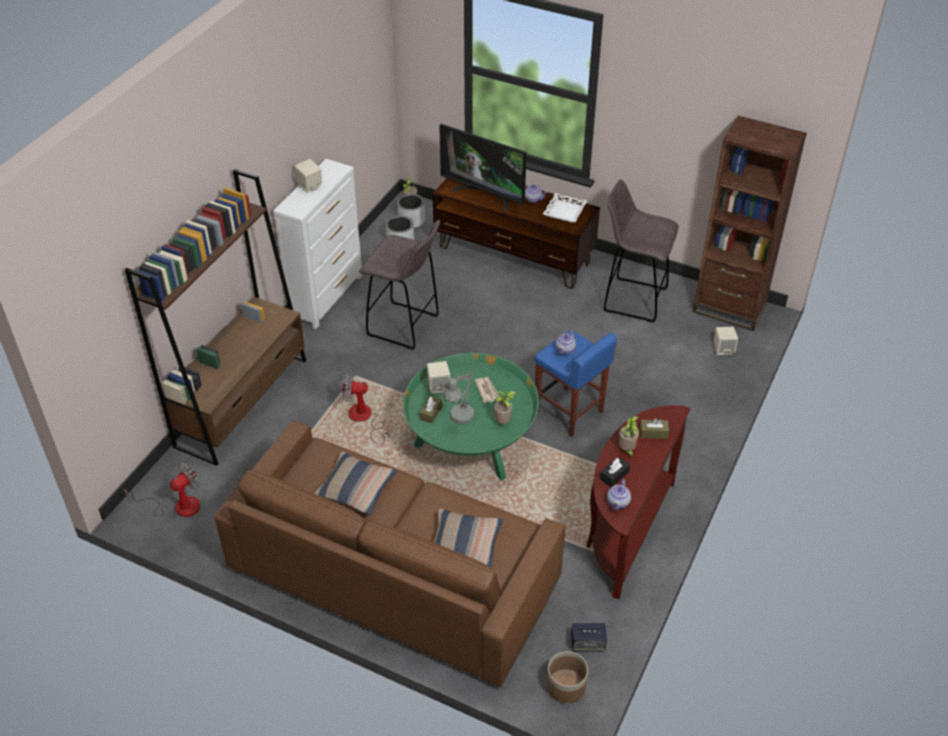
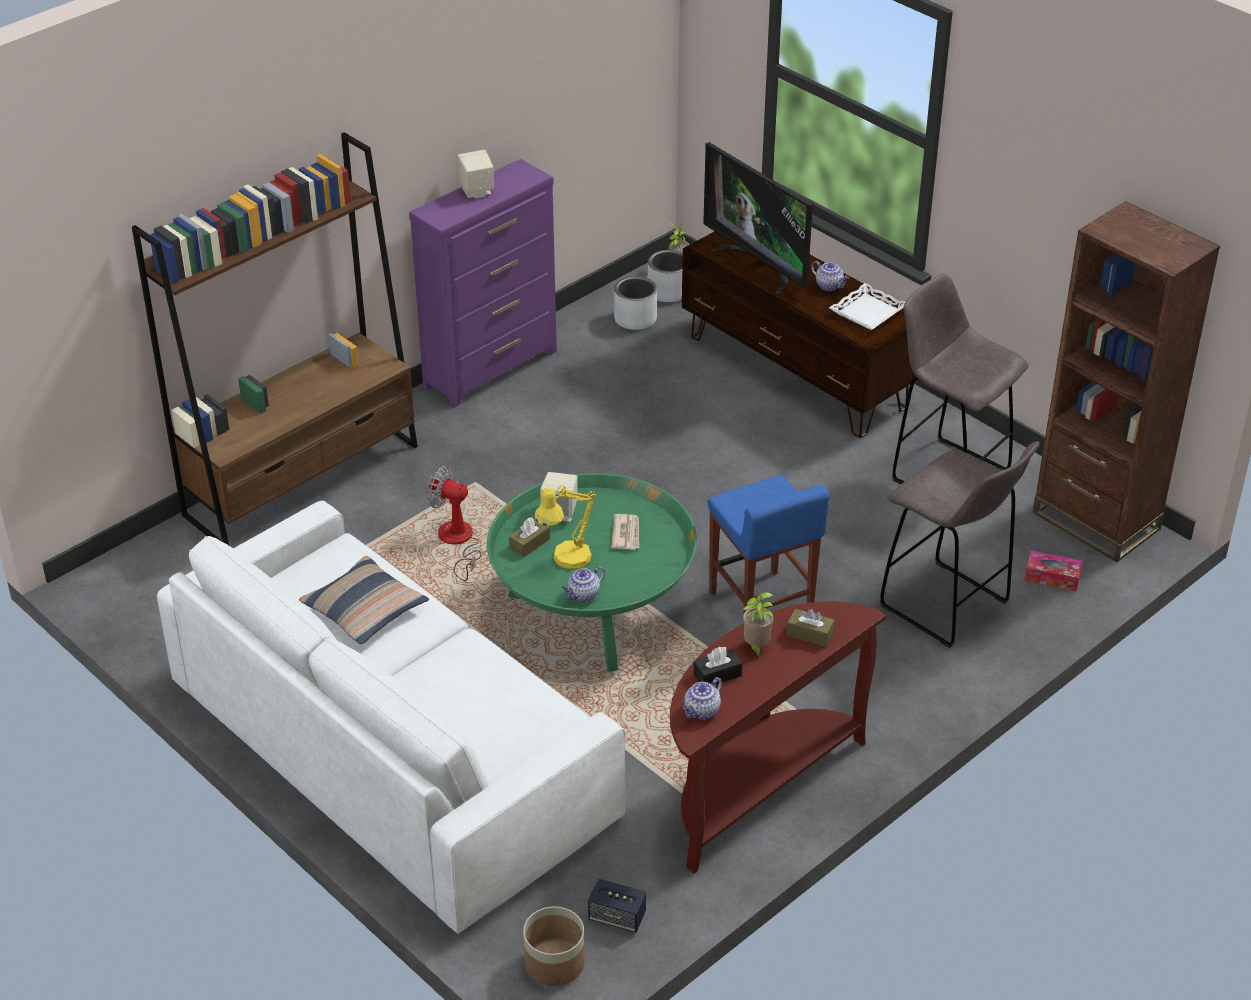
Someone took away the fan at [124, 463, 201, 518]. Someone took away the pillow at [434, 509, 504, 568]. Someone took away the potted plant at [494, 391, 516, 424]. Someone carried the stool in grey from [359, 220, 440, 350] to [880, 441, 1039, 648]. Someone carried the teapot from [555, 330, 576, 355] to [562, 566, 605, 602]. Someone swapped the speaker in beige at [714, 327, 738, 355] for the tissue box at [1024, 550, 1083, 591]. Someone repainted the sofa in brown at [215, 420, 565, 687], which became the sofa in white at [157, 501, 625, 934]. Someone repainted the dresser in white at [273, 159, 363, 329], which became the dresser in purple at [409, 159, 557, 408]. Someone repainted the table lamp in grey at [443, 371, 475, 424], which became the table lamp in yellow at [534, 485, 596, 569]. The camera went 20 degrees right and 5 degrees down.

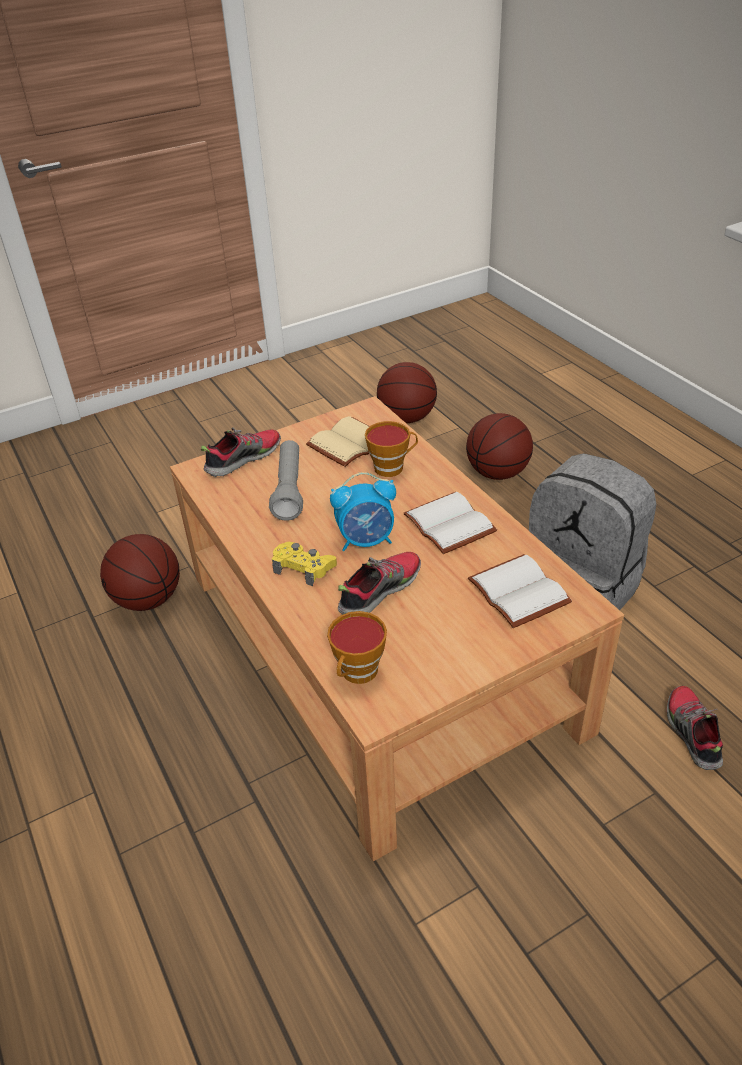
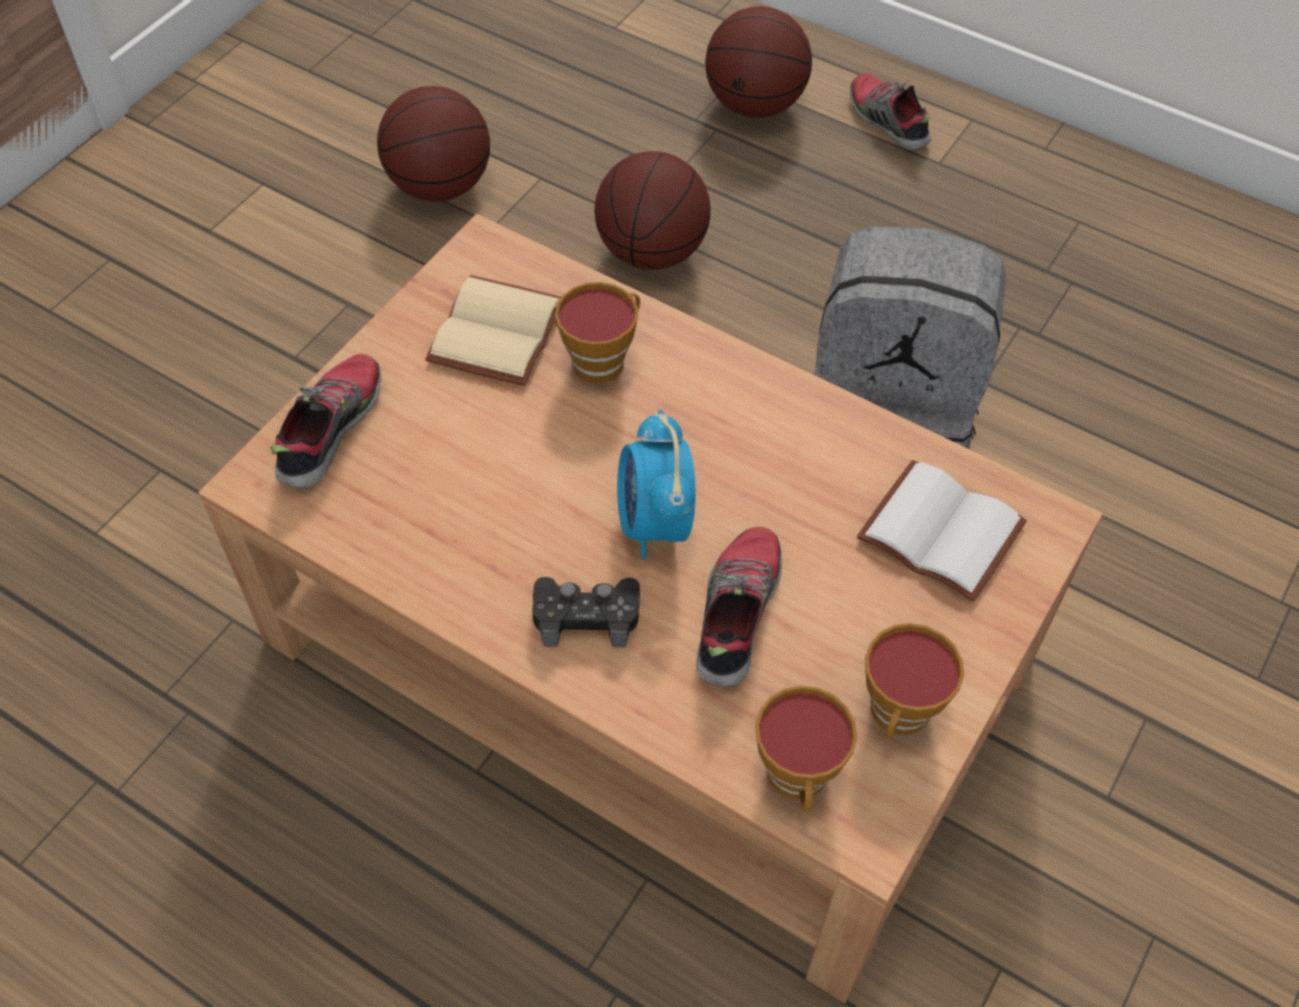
Someone took away the flashlight in grey at [269, 440, 303, 521]. Someone took away the book in white at [403, 492, 497, 554]. Someone put down the cup at [865, 623, 964, 739]. Someone carried the basketball from [100, 534, 180, 611] to [705, 6, 812, 118]. Someone carried the shoe from [667, 686, 723, 770] to [850, 73, 931, 150]. Someone repainted the game controller in yellow at [272, 542, 337, 586], which became the game controller in black at [532, 577, 640, 647]. Someone rotated the alarm clock at [330, 472, 396, 551] by 120 degrees clockwise. The camera went 30 degrees left and 15 degrees up.

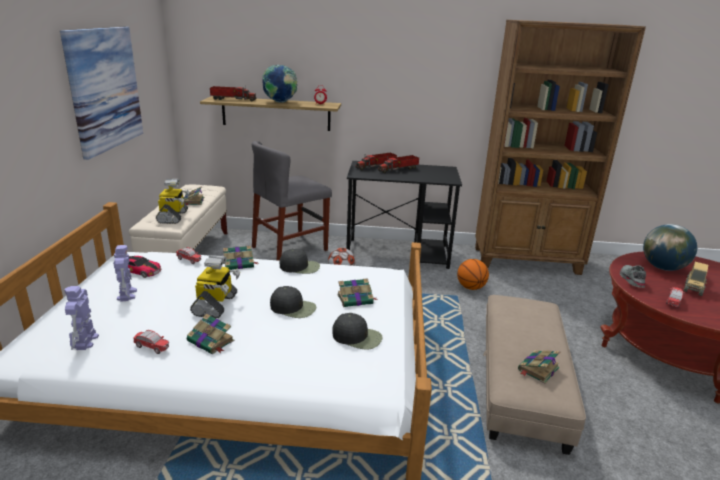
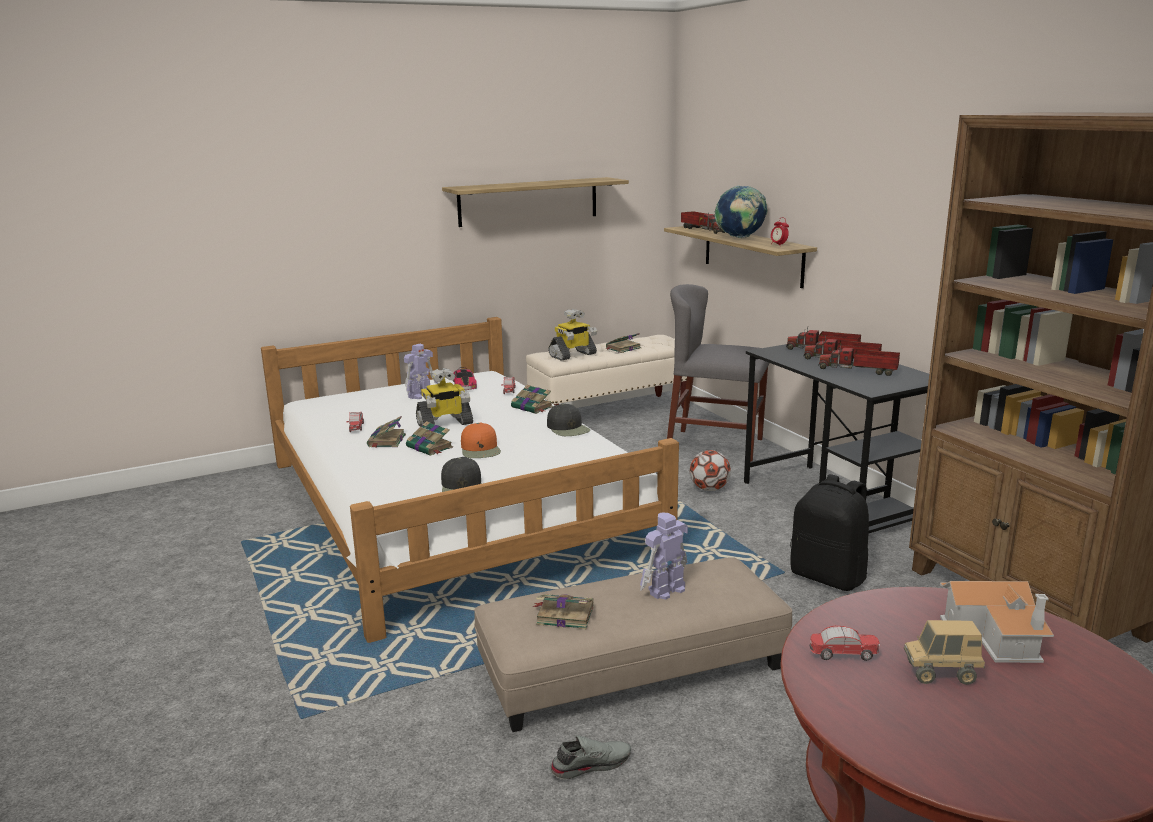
Someone put down the toy truck at [819, 344, 900, 376]. Someone carried the toy robot from [64, 286, 99, 350] to [640, 513, 688, 600]. Someone carried the book from [338, 278, 377, 307] to [406, 421, 453, 456]. Someone carried the shoe in grey from [620, 265, 646, 288] to [549, 735, 631, 779]. Someone swapped the picture at [60, 27, 143, 160] for the shelf at [442, 177, 629, 227]. Someone swapped the basketball at [457, 259, 489, 290] for the backpack in black at [790, 474, 869, 591]. Someone swapped the globe at [643, 224, 697, 271] for the toy house at [940, 581, 1054, 663]. Someone repainted the cap in black at [270, 286, 316, 318], which became the cap in orange at [461, 423, 501, 458]. The camera went 60 degrees right and 5 degrees down.

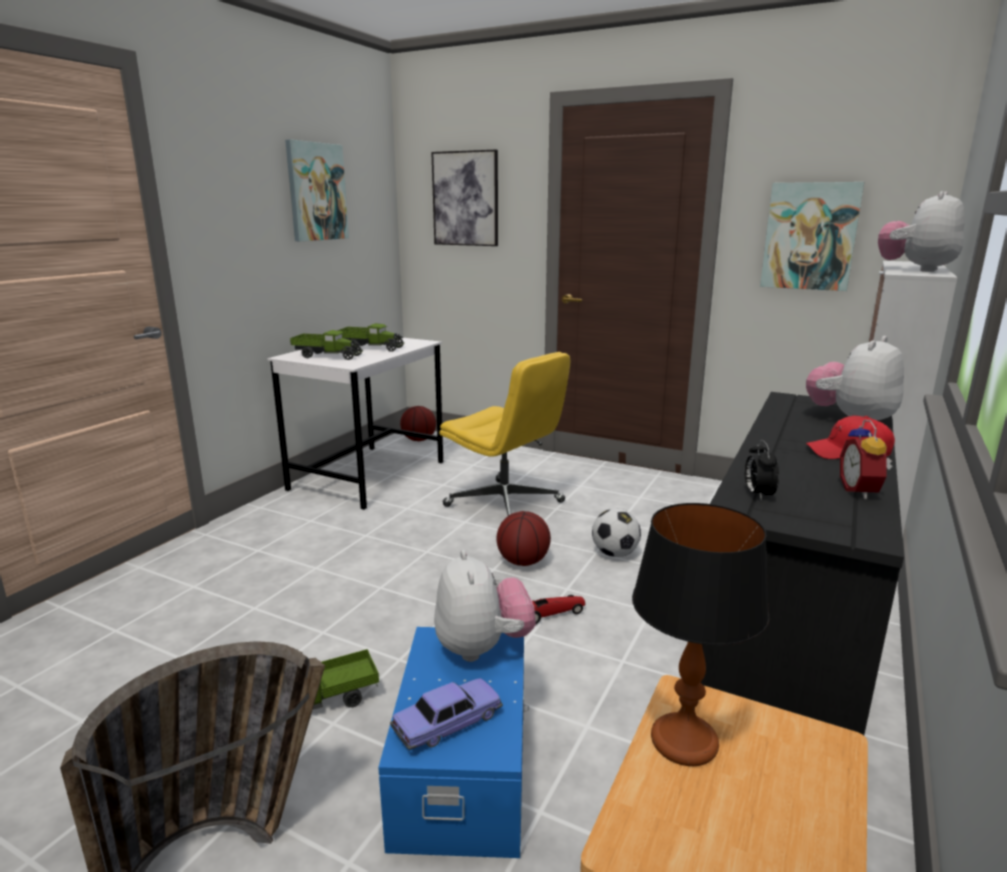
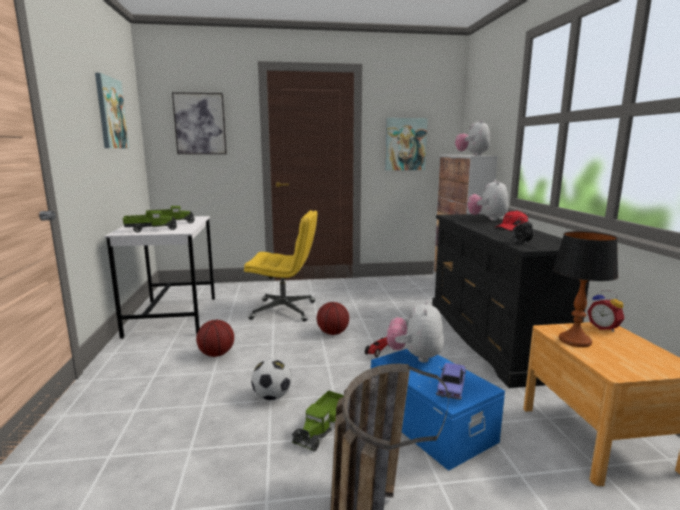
Someone carried the basketball from [400, 406, 436, 441] to [196, 320, 234, 357]. Someone carried the football from [592, 509, 641, 557] to [251, 359, 292, 400]. Someone carried the alarm clock from [840, 420, 893, 499] to [588, 290, 625, 332]. Someone rotated the plush toy at [434, 550, 536, 662] by 120 degrees counterclockwise. The camera went 35 degrees left and 5 degrees down.

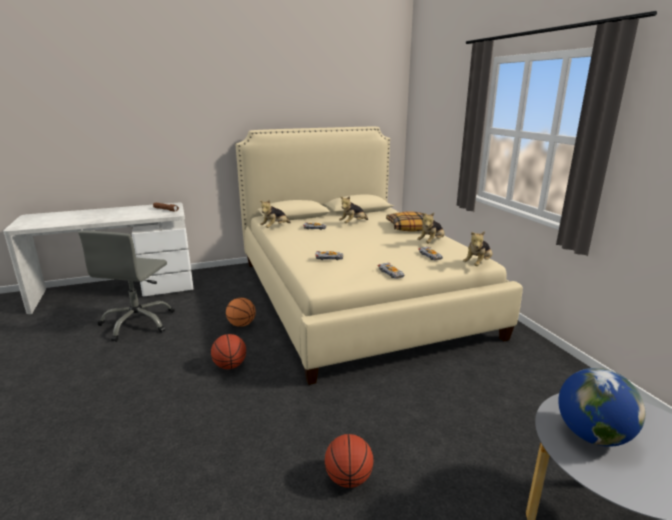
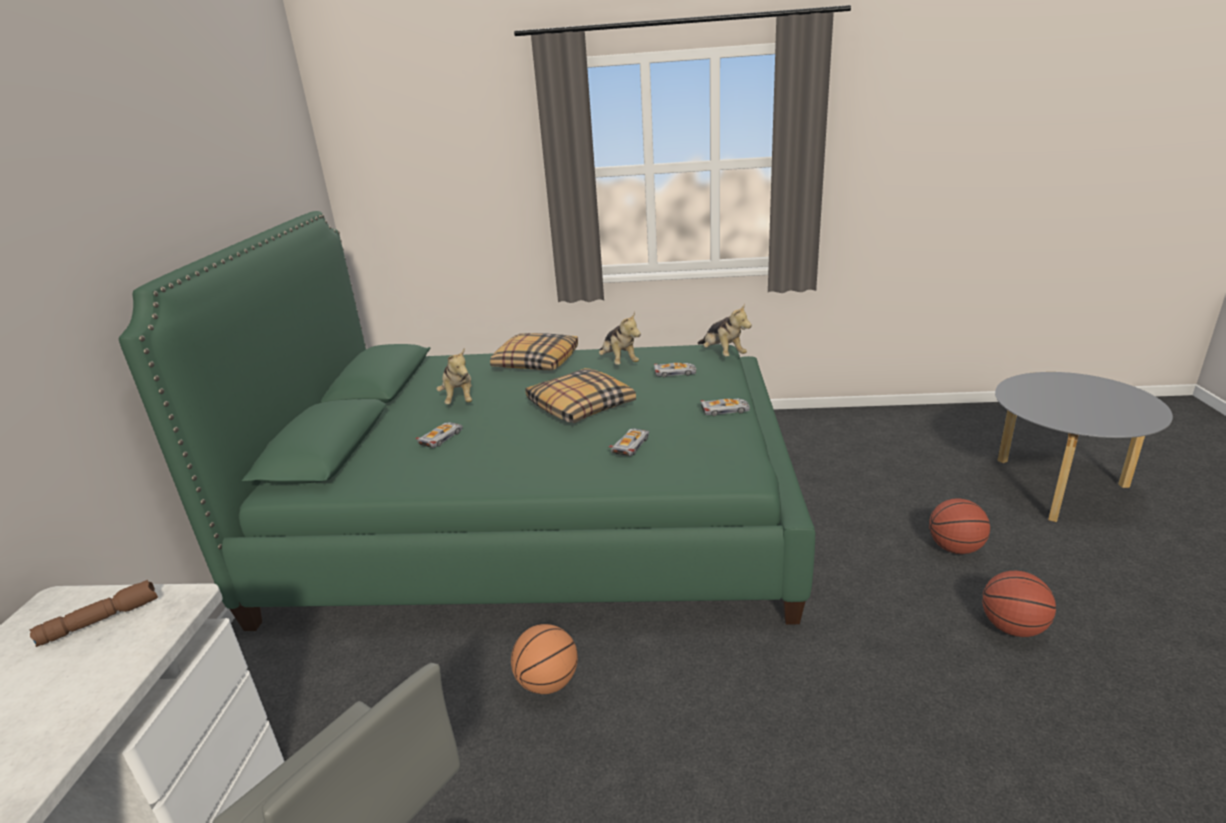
Someone took away the plush toy at [260, 200, 291, 228]. Someone took away the globe at [558, 368, 646, 447]. Someone put down the pillow at [525, 368, 636, 423]. Someone carried the basketball from [211, 334, 246, 369] to [929, 498, 990, 554]. Someone repainted the bed in beige at [236, 127, 523, 385], which became the bed in green at [118, 211, 815, 631]. The camera went 65 degrees left and 5 degrees up.

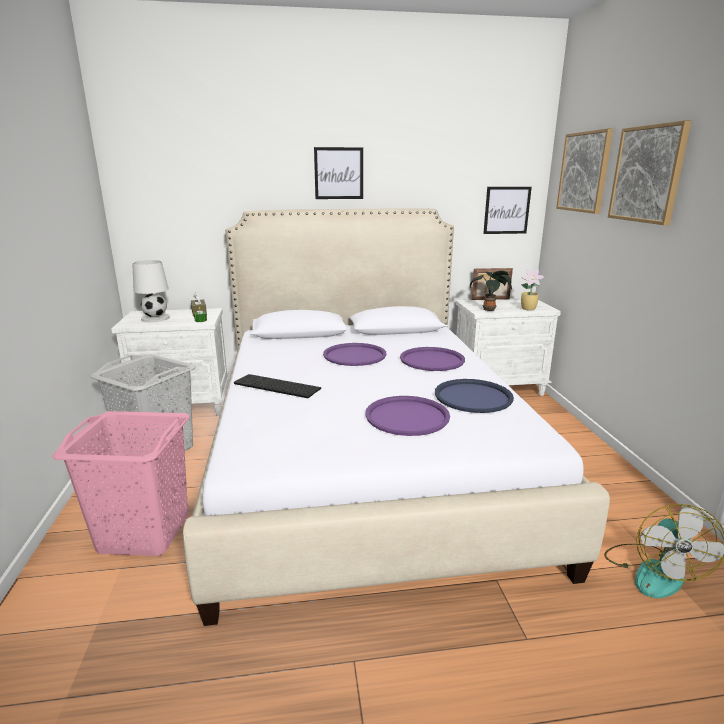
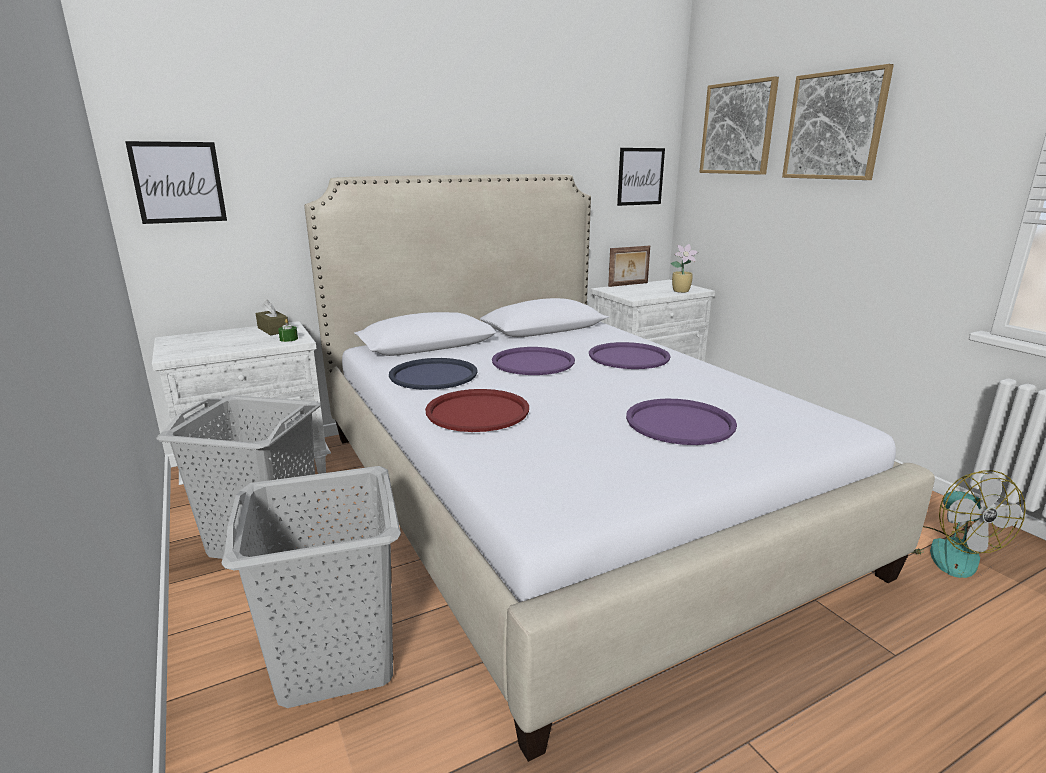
Someone took away the table lamp in white at [132, 260, 170, 322]. Someone took away the potted plant at [470, 271, 512, 311]. Someone carried the picture from [314, 147, 363, 199] to [125, 141, 227, 224]. Someone carried the tray in blue from [435, 379, 514, 413] to [389, 358, 478, 390]. Someone swapped the keyboard at [234, 374, 321, 398] for the tray in red at [425, 389, 529, 432]. Someone repainted the laundry basket in pink at [52, 411, 190, 556], which became the laundry basket in grey at [221, 466, 401, 708]. The camera went 20 degrees left and 0 degrees up.

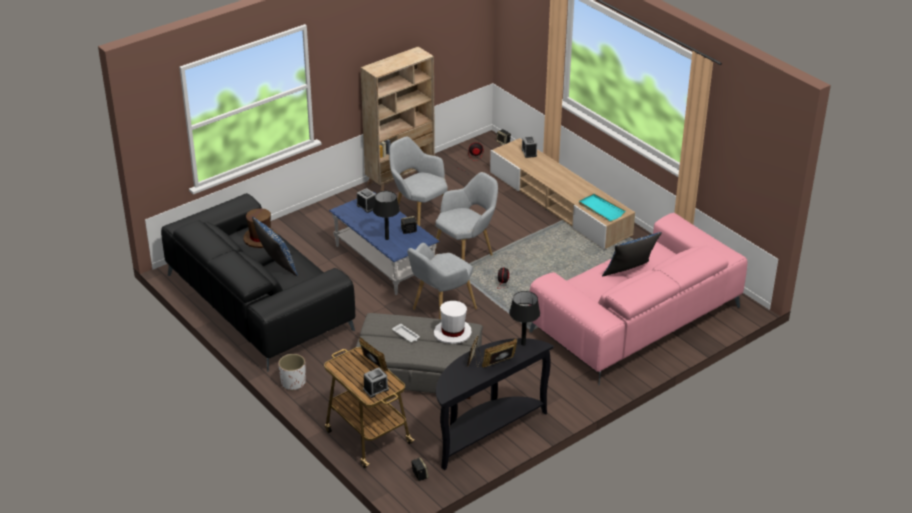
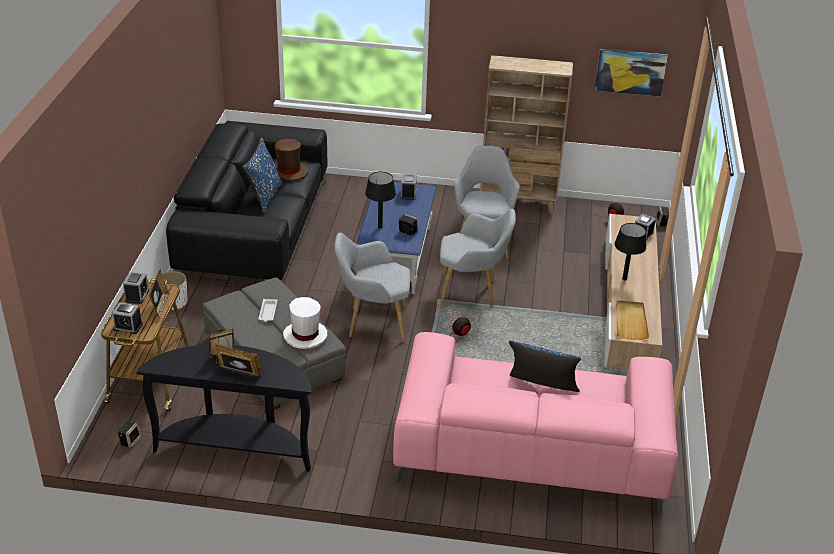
Someone put down the alarm clock at [123, 272, 149, 304]. Someone put up the picture at [594, 49, 668, 97]. Someone carried the table lamp in black from [509, 291, 540, 346] to [615, 223, 646, 280]. Someone repainted the tray in turquoise at [579, 194, 626, 221], which became the tray in beige at [616, 300, 649, 340]. The camera went 45 degrees right and 0 degrees up.

